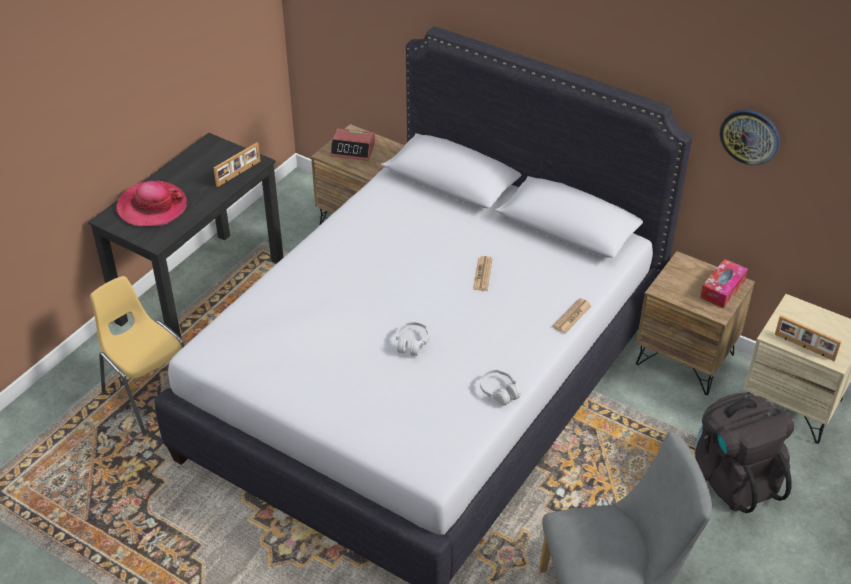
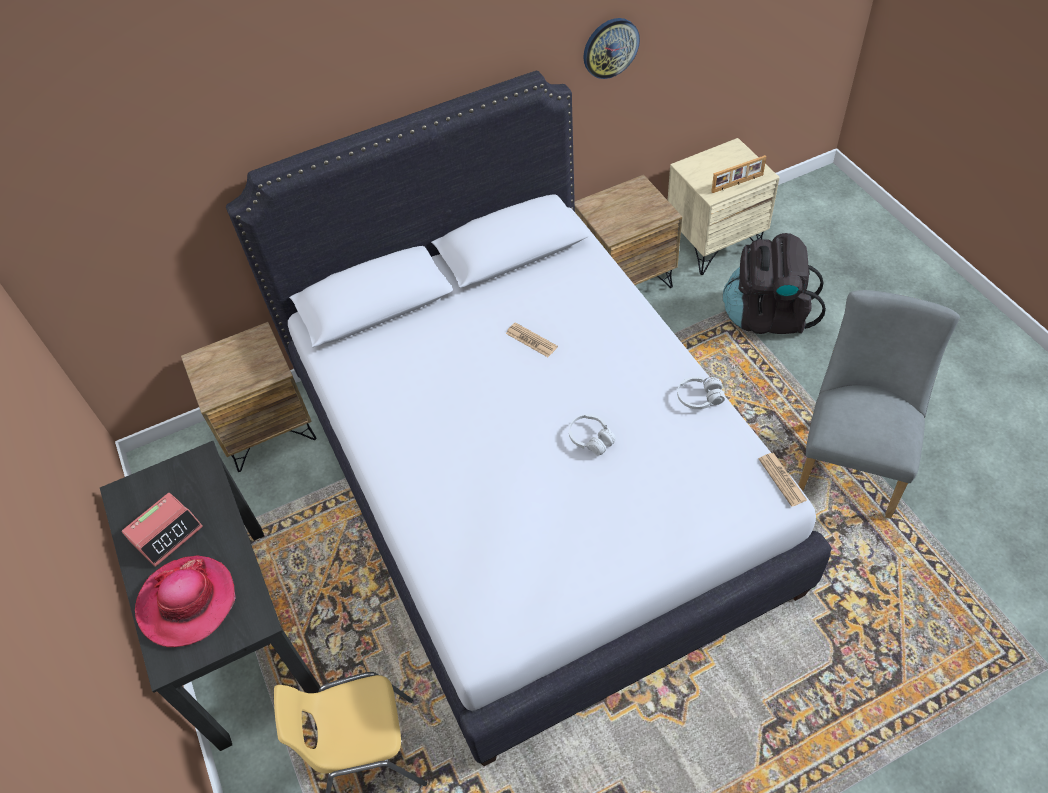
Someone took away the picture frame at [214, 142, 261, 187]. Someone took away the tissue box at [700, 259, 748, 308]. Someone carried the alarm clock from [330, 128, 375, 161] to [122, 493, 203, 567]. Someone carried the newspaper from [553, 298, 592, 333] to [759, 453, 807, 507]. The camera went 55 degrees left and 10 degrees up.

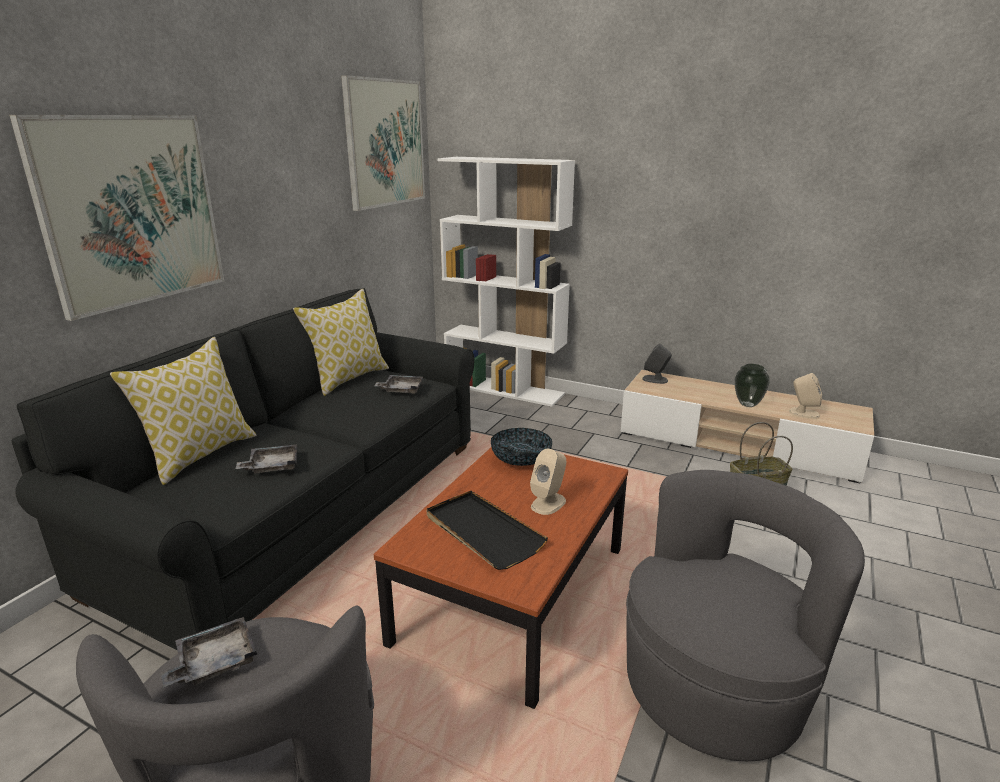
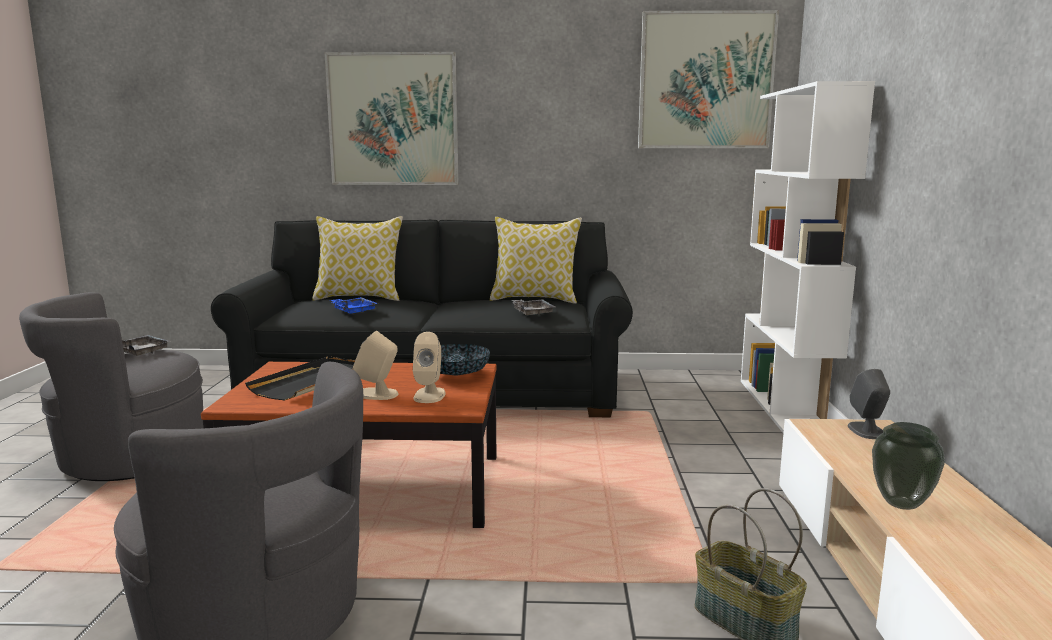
Someone carried the speaker in beige from [789, 373, 822, 419] to [413, 332, 446, 403]. Someone repainted the tray in grey at [236, 445, 297, 473], which became the tray in blue at [330, 297, 378, 314]. The camera went 65 degrees right and 10 degrees down.

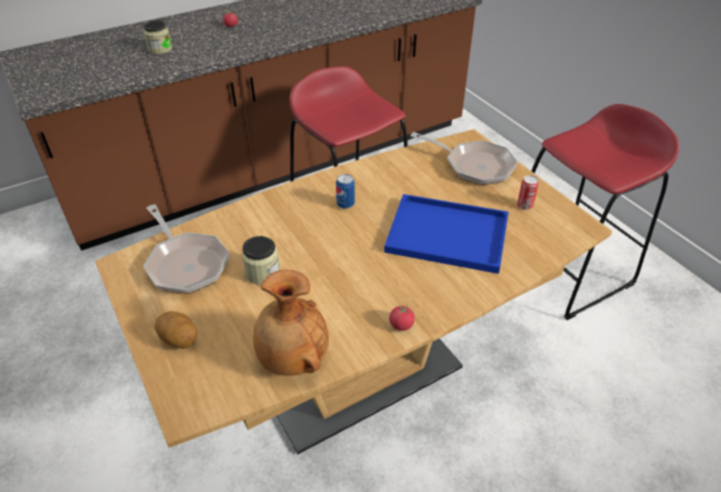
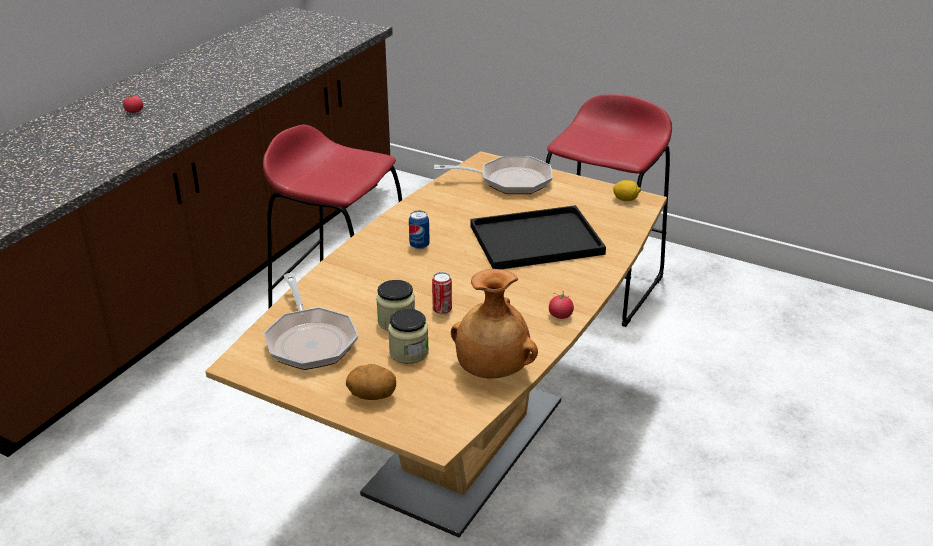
Someone put down the lemon at [613, 180, 641, 201]. Someone carried the jar from [144, 20, 172, 54] to [388, 309, 429, 364]. Someone carried the can from [517, 175, 539, 210] to [432, 272, 452, 314]. Someone repainted the tray in blue at [384, 194, 509, 274], which became the tray in black at [470, 205, 606, 269]. Someone rotated the frying pan at [143, 204, 229, 294] by 45 degrees clockwise. The camera went 30 degrees left and 10 degrees down.

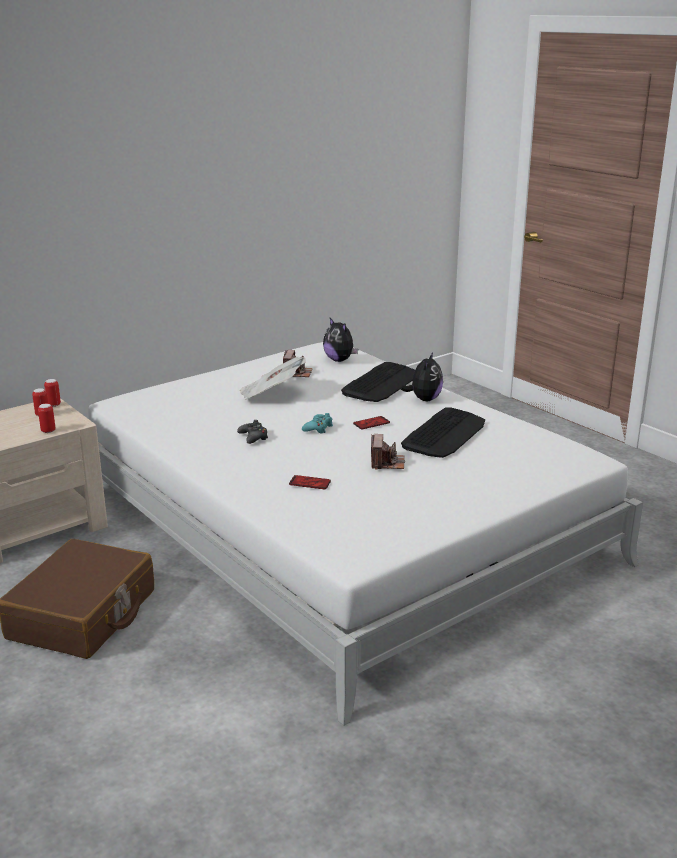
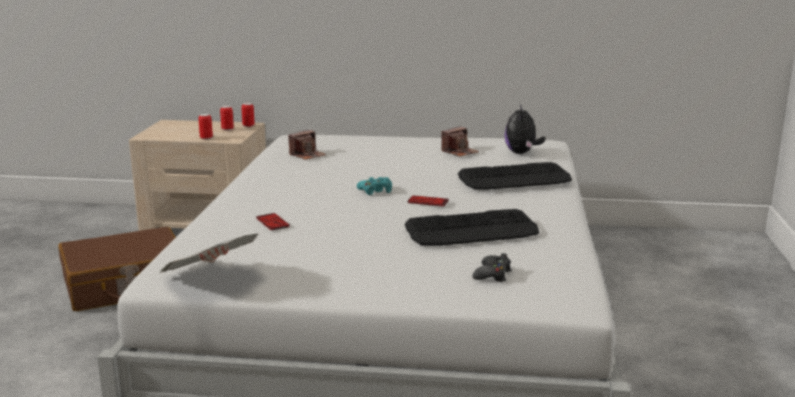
Someone took away the plush toy at [401, 352, 443, 401]. Someone carried the game controller in black from [237, 420, 268, 444] to [472, 253, 512, 282]. Someone carried the newspaper from [240, 356, 306, 400] to [159, 234, 259, 273]. Someone carried the photo camera from [371, 434, 405, 470] to [288, 130, 326, 160]. The camera went 45 degrees right and 5 degrees down.

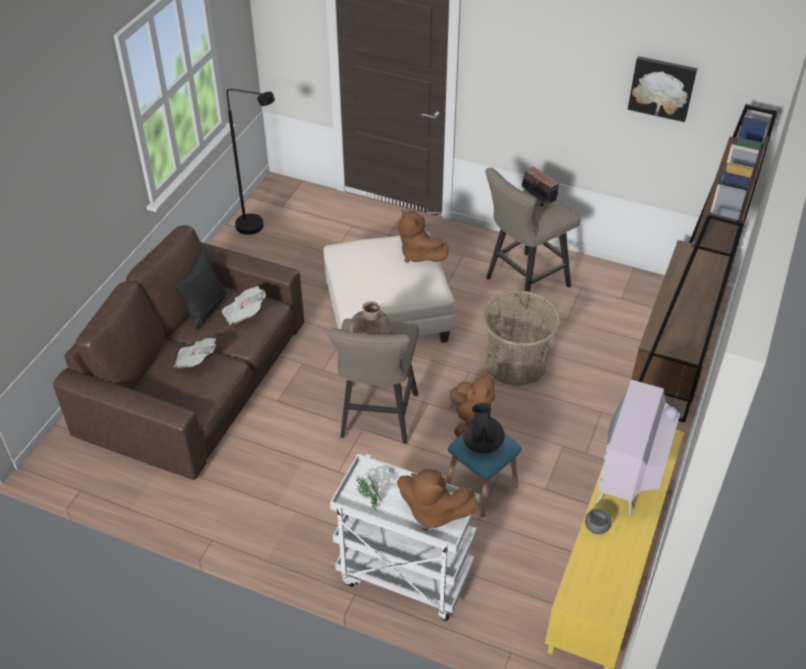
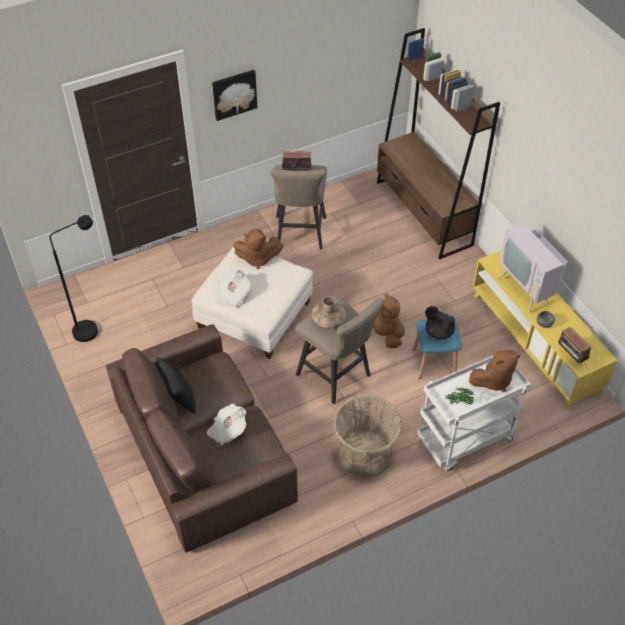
Someone put down the radio at [558, 327, 591, 363]. Someone carried the newspaper from [222, 286, 266, 325] to [217, 270, 251, 307]. Someone carried the basket from [482, 290, 561, 386] to [333, 395, 402, 477]. Someone carried the picture from [628, 56, 697, 122] to [212, 70, 257, 121]. The camera went 50 degrees left and 5 degrees up.

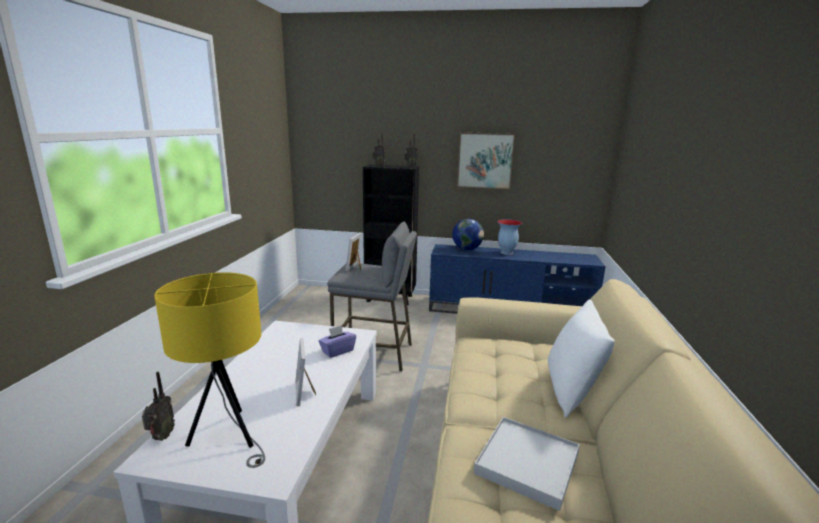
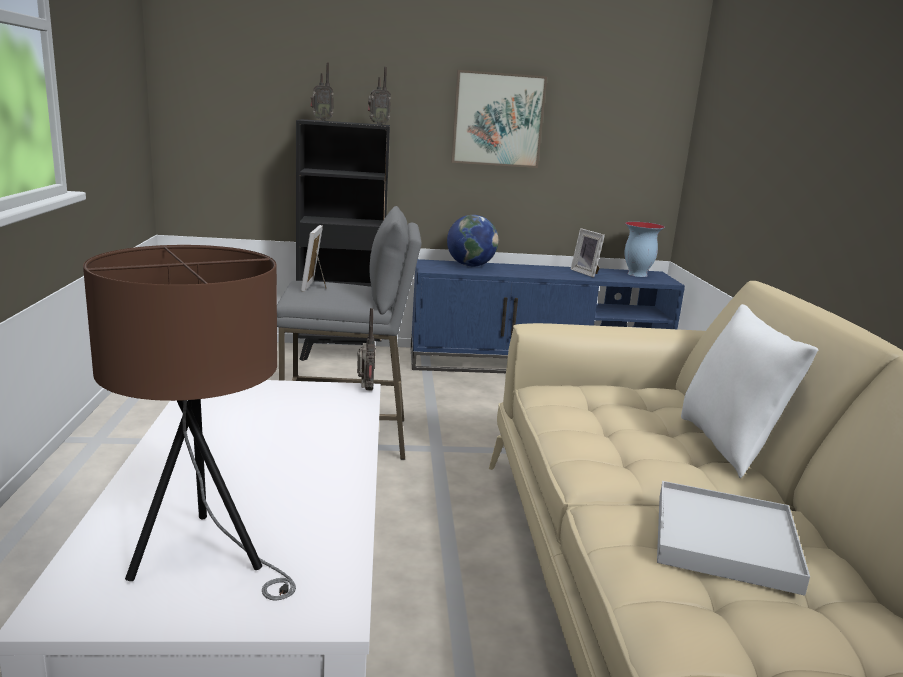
Someone took away the tissue box in purple at [319, 325, 356, 358]. Someone carried the radio from [142, 372, 175, 441] to [357, 308, 375, 390]. Someone carried the picture frame from [295, 338, 316, 406] to [571, 228, 605, 277]. Someone carried the vase from [497, 220, 522, 255] to [624, 222, 665, 277]. Someone repainted the table lamp in yellow at [154, 272, 265, 468], which became the table lamp in brown at [83, 245, 296, 601]. The camera went 15 degrees left and 0 degrees up.

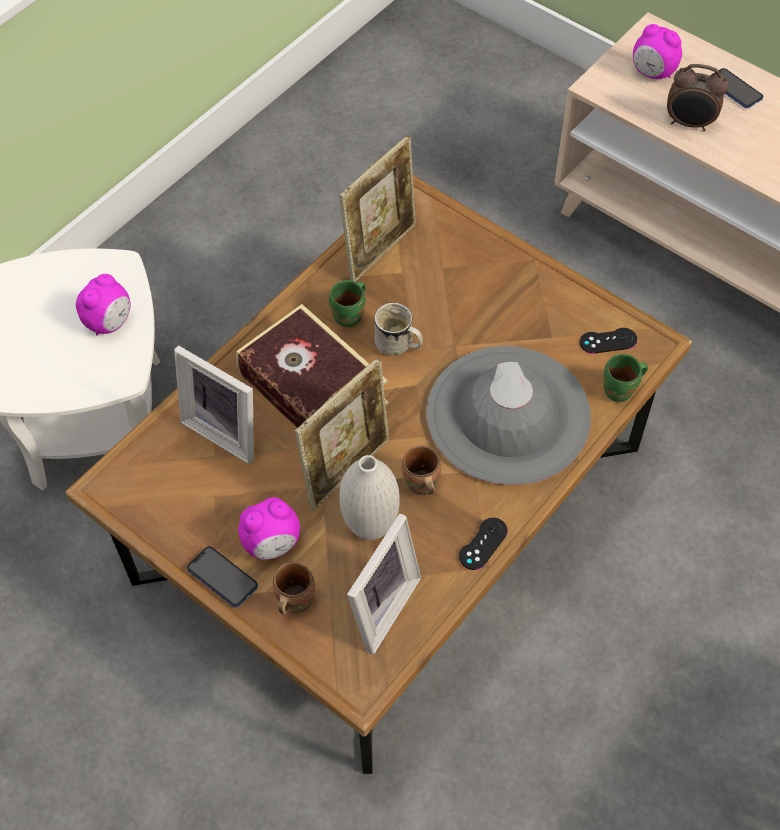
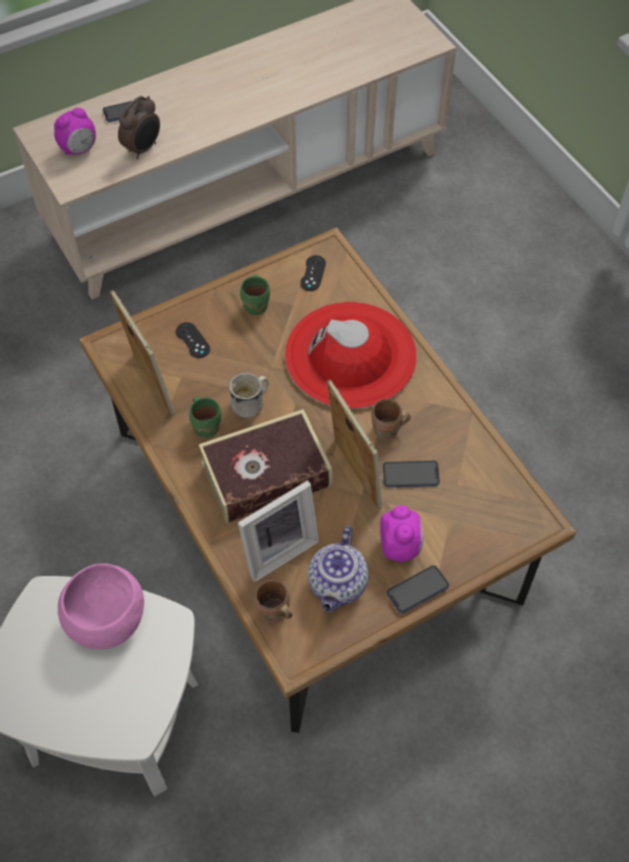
Someone took away the picture frame at [347, 513, 421, 655]. Someone put down the teapot at [308, 526, 369, 612]. Someone carried the mug in brown from [273, 562, 315, 615] to [255, 580, 292, 622]. Someone carried the game controller in black from [459, 518, 508, 570] to [176, 322, 210, 358]. Someone carried the mug in green from [603, 354, 648, 402] to [240, 275, 270, 315]. Someone swapped the alarm clock at [76, 274, 130, 336] for the bowl in pink at [58, 563, 144, 649]. Someone swapped the vase in white at [340, 455, 400, 540] for the phone at [383, 461, 440, 488]. Someone repainted the hat in grey at [426, 346, 591, 485], which became the hat in red at [285, 302, 417, 409]. The camera went 70 degrees left and 0 degrees up.

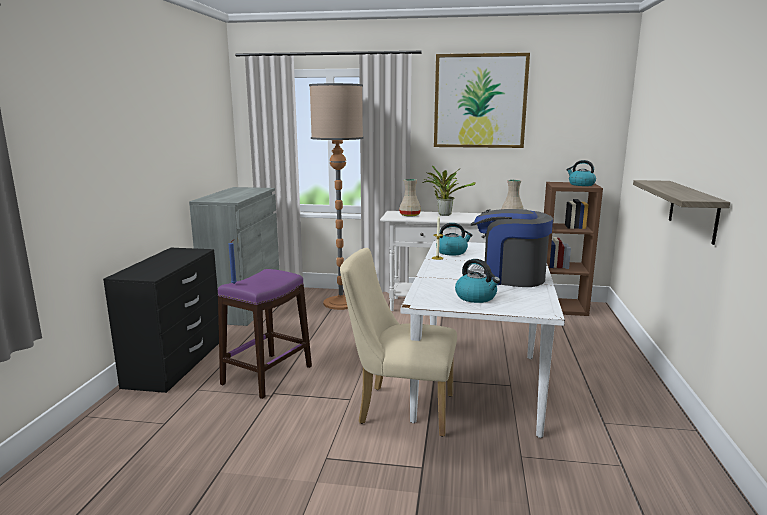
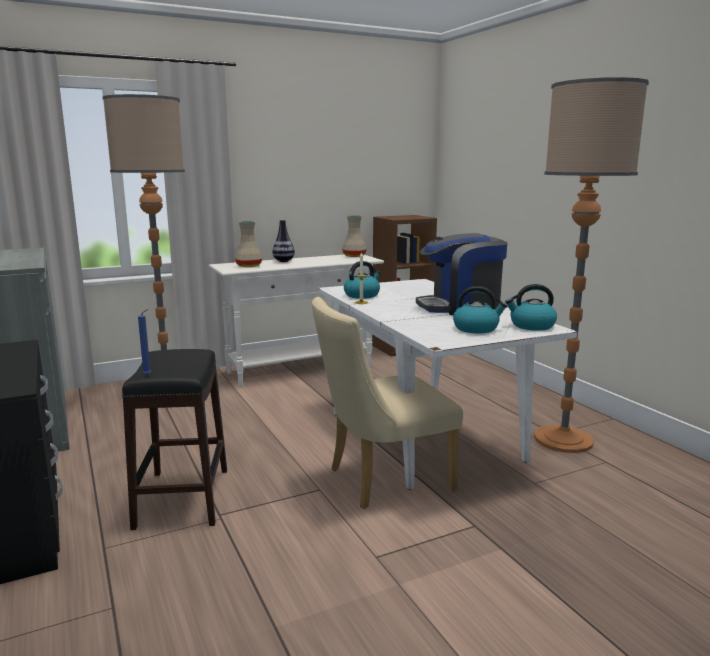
Someone took away the picture at [434, 53, 530, 148]. Someone took away the shelf at [633, 180, 730, 245]. Someone put down the floor lamp at [534, 77, 649, 453]. Someone carried the kettle from [566, 160, 596, 186] to [505, 284, 557, 331]. Someone swapped the potted plant at [423, 166, 476, 216] for the vase at [272, 220, 295, 262]. Someone repainted the stool in purple at [218, 269, 312, 399], which became the stool in black at [122, 349, 227, 530]. The camera went 35 degrees left and 0 degrees up.

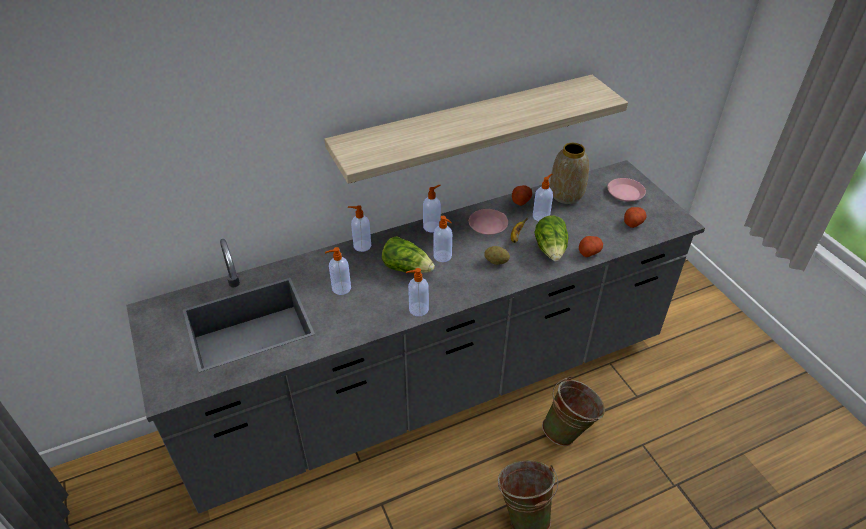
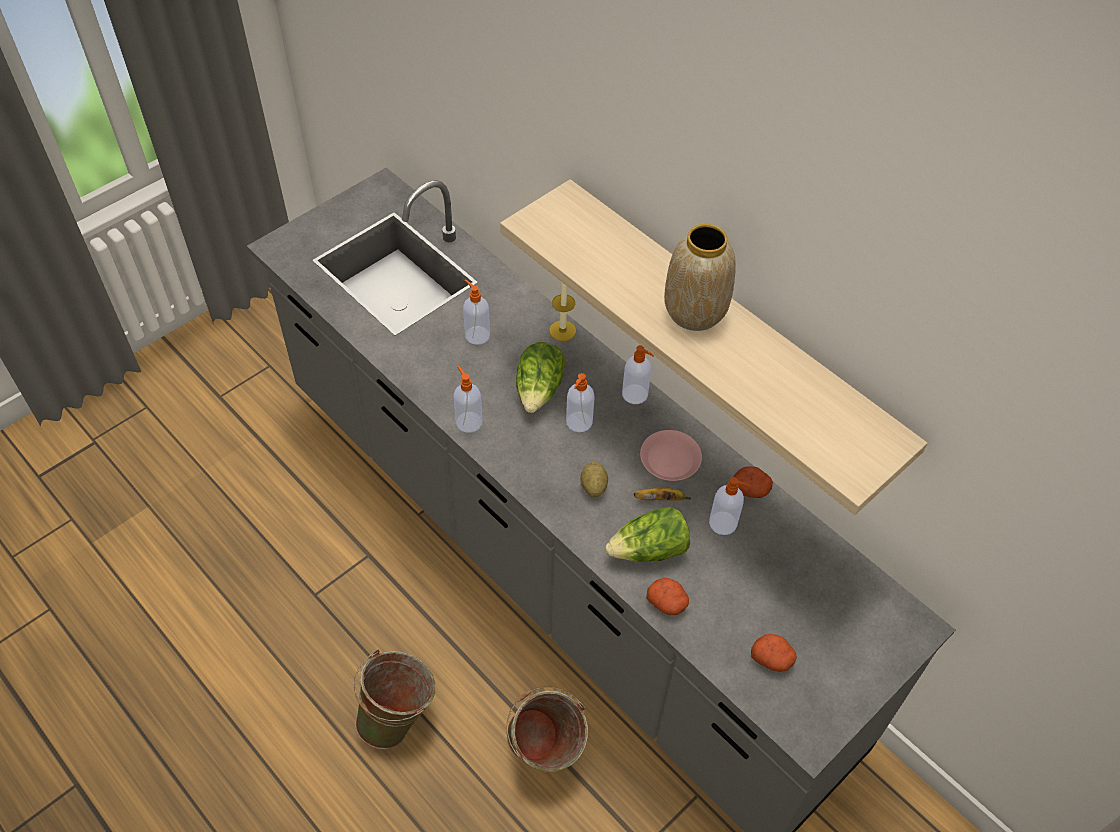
Someone took away the plate in pink at [607, 178, 646, 202]. Someone carried the vase from [550, 143, 589, 204] to [664, 224, 736, 331]. Someone swapped the soap dispenser at [348, 205, 371, 252] for the candle at [549, 282, 576, 341]. The camera went 70 degrees right and 10 degrees up.

